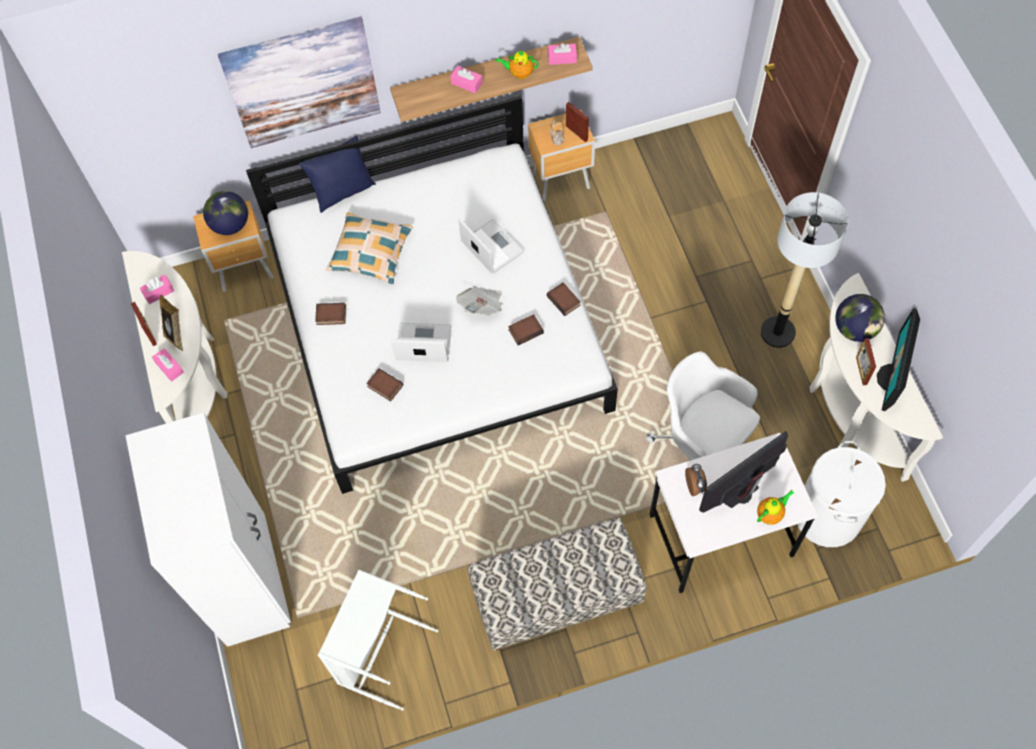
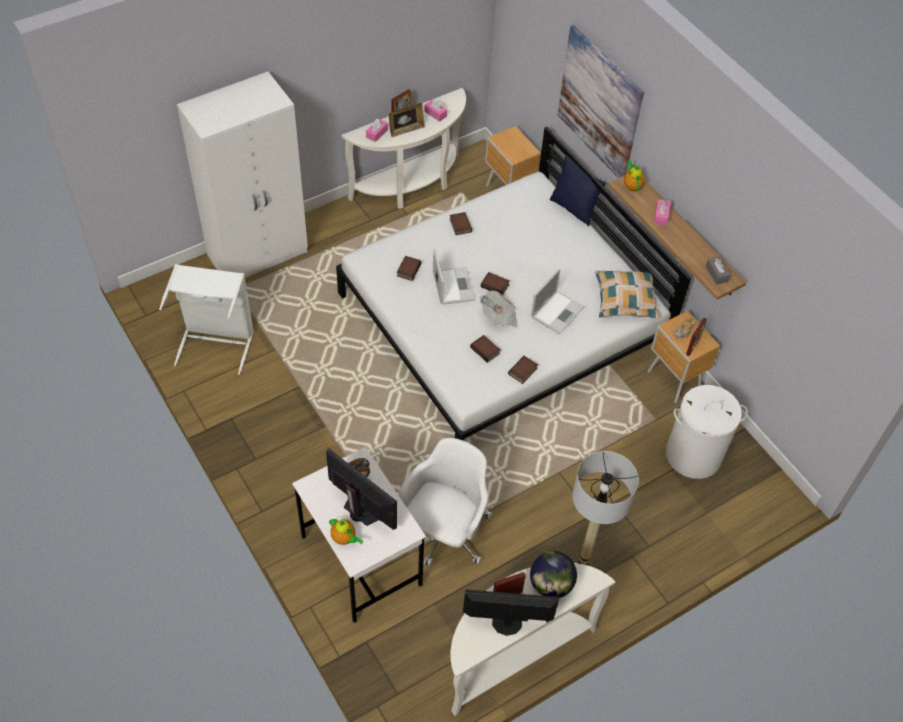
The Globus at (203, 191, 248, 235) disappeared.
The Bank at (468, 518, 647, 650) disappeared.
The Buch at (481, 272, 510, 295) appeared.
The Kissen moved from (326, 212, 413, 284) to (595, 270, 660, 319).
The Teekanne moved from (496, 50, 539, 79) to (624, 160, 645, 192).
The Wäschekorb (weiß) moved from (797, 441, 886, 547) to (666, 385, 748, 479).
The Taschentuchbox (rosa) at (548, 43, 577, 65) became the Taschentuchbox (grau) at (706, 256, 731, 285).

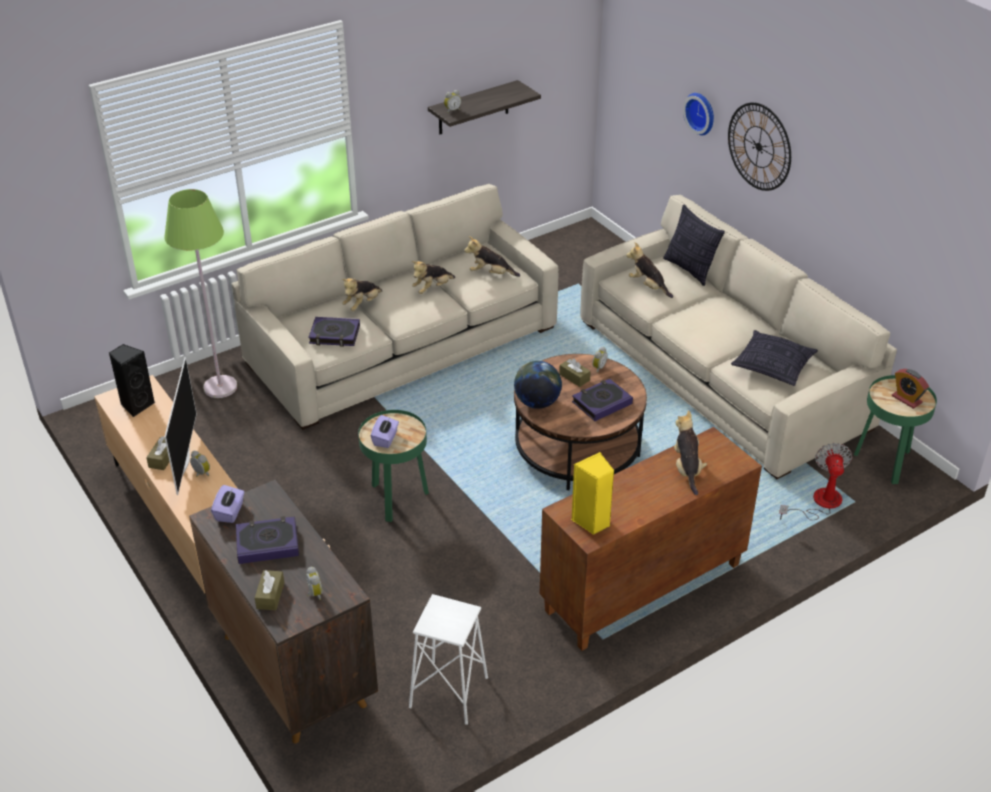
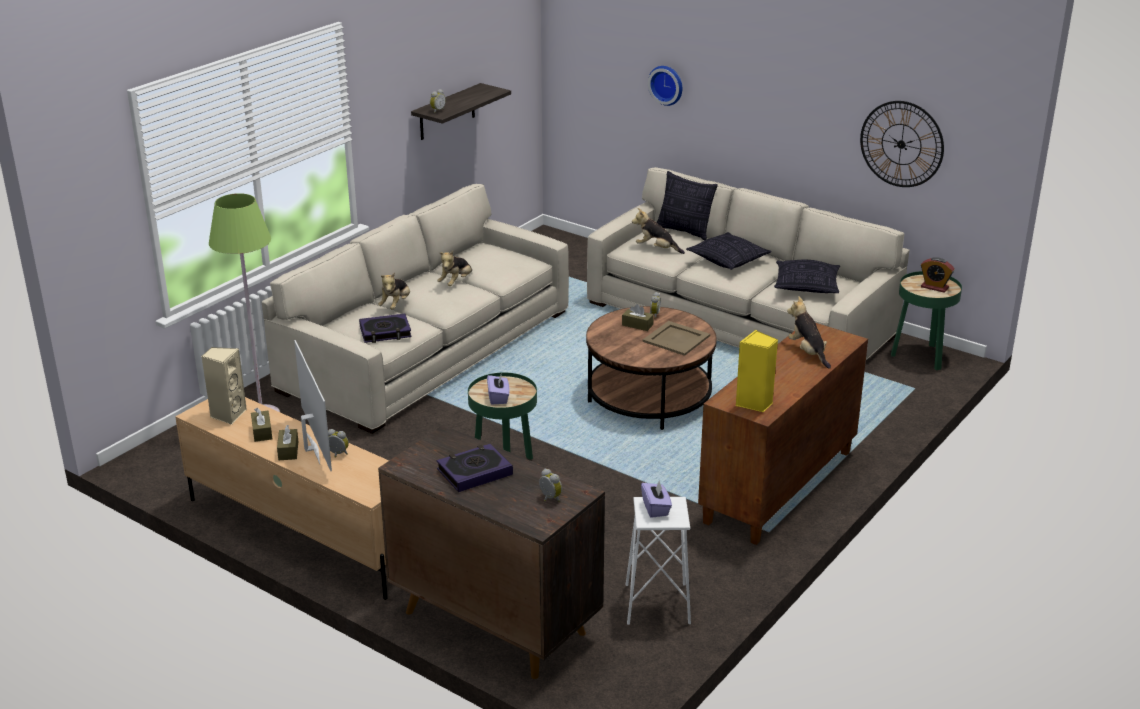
The Plüschtier at (464, 236, 520, 277) disappeared.
The Globus at (514, 361, 562, 409) disappeared.
The Ventilator at (779, 443, 852, 520) disappeared.
The Kissen at (686, 232, 772, 270) appeared.
The Taschentuchbox (lila) moved from (211, 485, 244, 523) to (641, 480, 672, 518).
The Taschentuchbox (braun) moved from (255, 570, 284, 610) to (251, 408, 272, 442).
The Wanduhr moved from (728, 102, 791, 191) to (860, 101, 944, 187).
The Buch at (572, 379, 633, 421) was replaced by the Tablett (beige) at (643, 321, 710, 356).
The Lautsprecher (schwarz) at (109, 344, 155, 417) became the Lautsprecher (beige) at (202, 347, 247, 425).

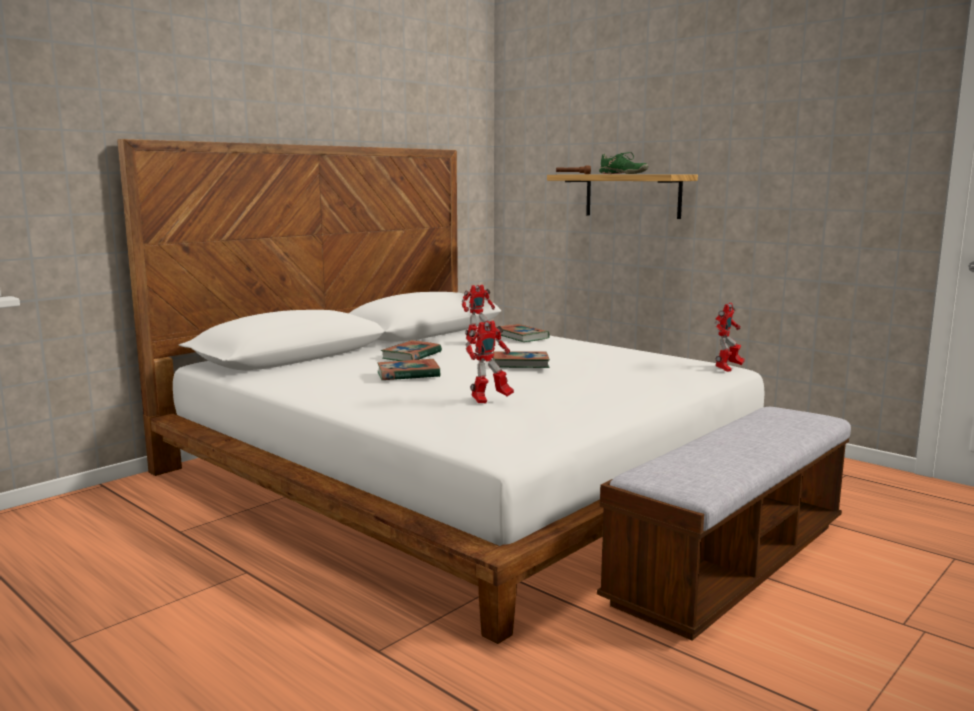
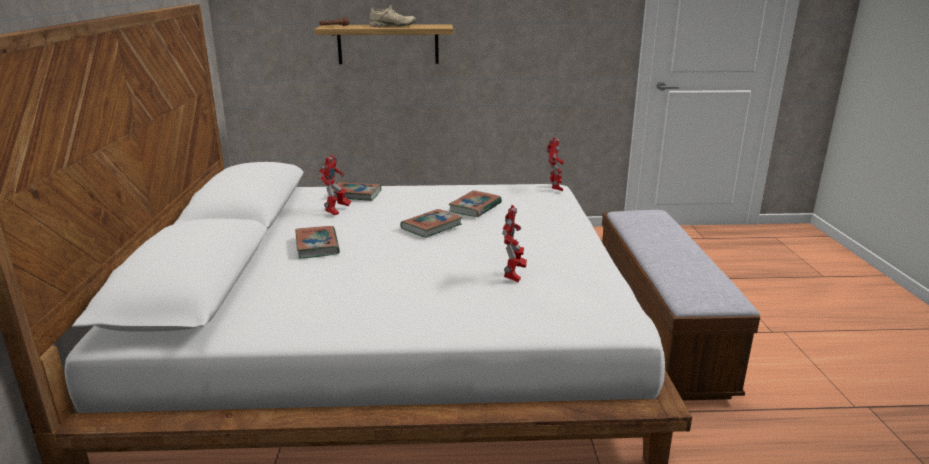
The Buch moved from (377, 359, 440, 380) to (449, 190, 502, 217).
The Schuh (grün) at (599, 152, 648, 174) became the Schuh (beige) at (369, 5, 416, 27).

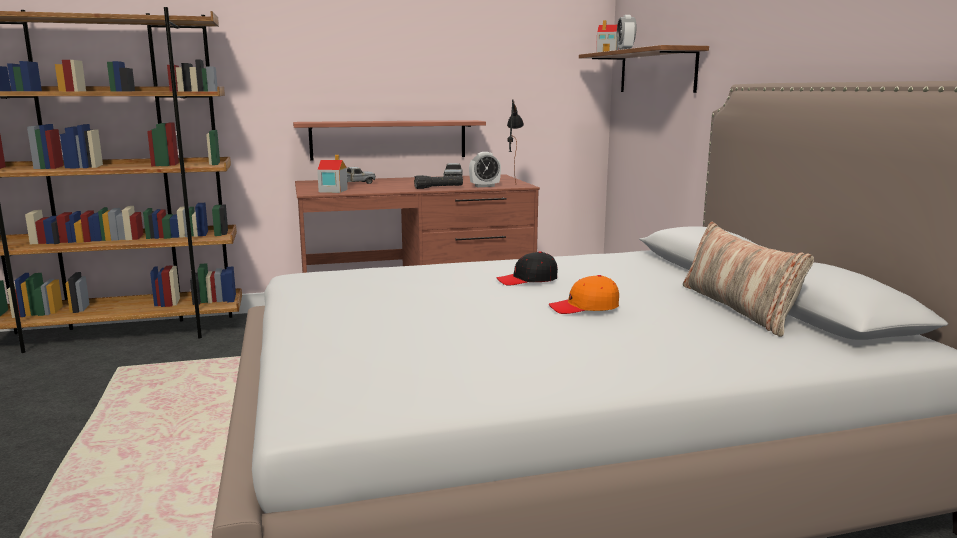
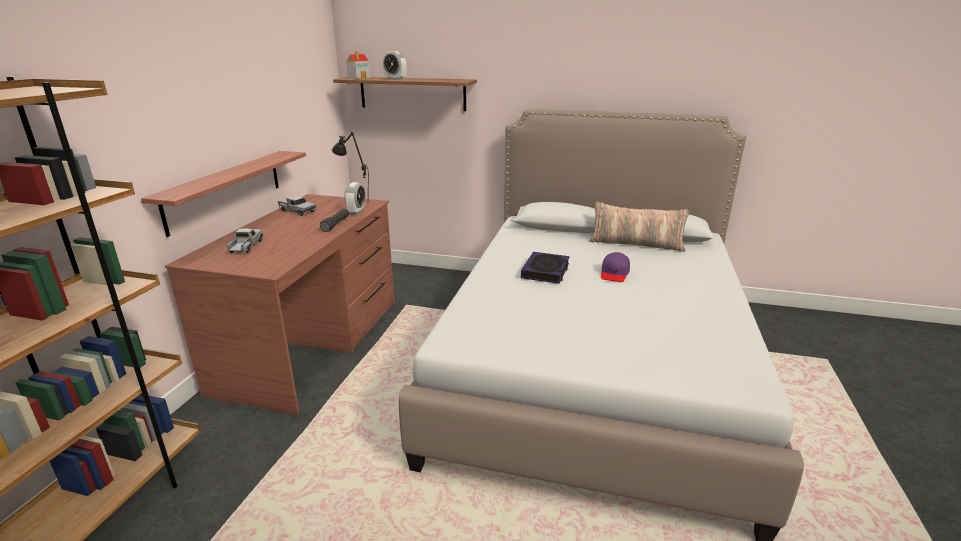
The Spielzeughaus at (317, 155, 348, 193) disappeared.
The Kappe (schwarz) at (497, 251, 558, 285) was replaced by the Buch at (521, 252, 569, 284).
The Kappe (orange) at (549, 275, 619, 314) became the Kappe (lila) at (601, 252, 630, 282).

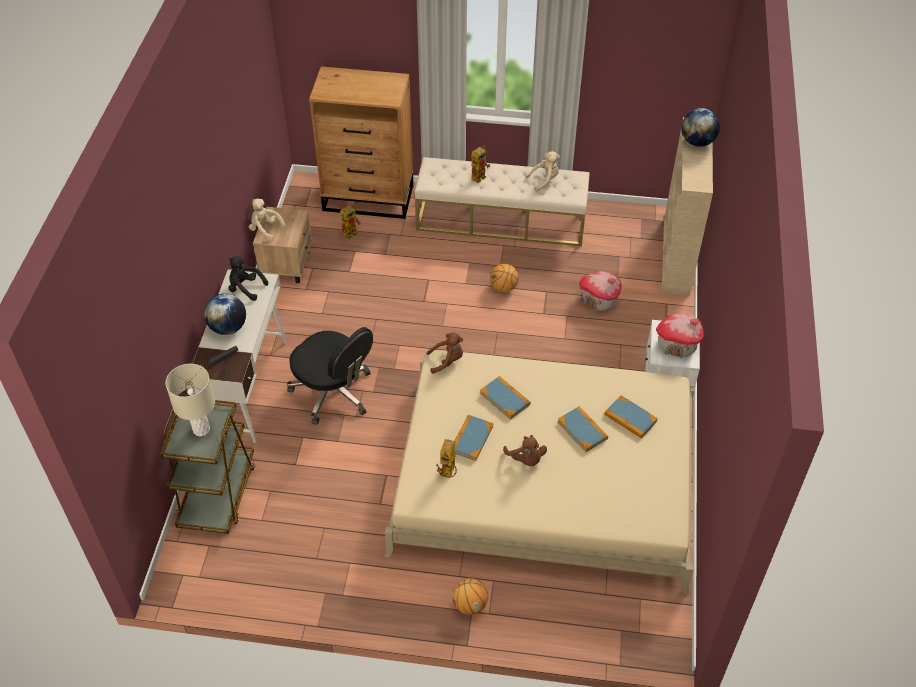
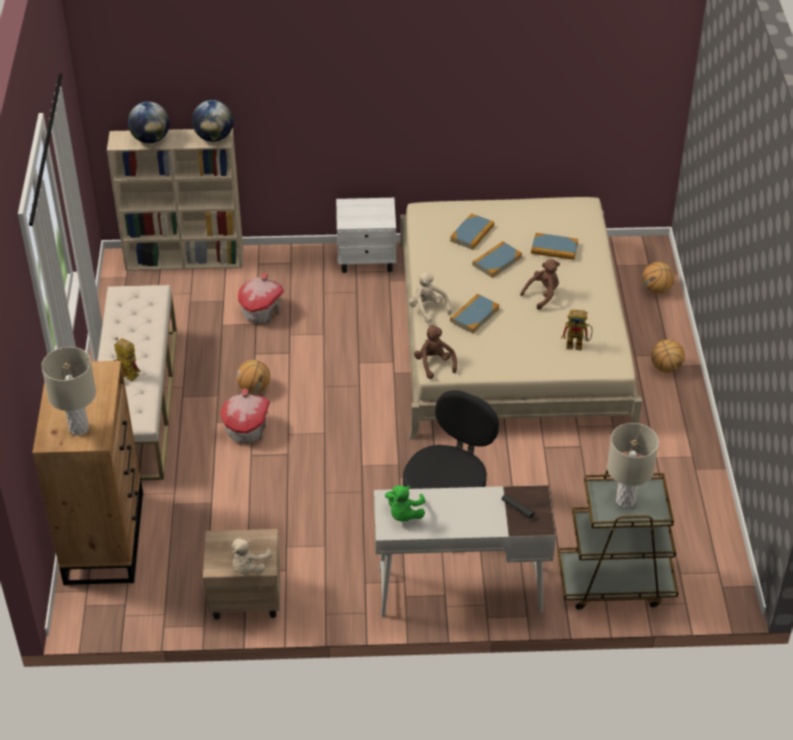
The Spielzeugroboter at (340, 204, 361, 239) disappeared.
The Tischlampe (beige) at (41, 347, 96, 436) appeared.
The Basketball at (642, 262, 674, 294) appeared.
The Globus moved from (204, 294, 246, 335) to (192, 100, 233, 142).
The Buch moved from (455, 415, 494, 461) to (531, 233, 579, 260).
The Plüschtier (beige) moved from (526, 151, 560, 191) to (409, 272, 451, 324).
The Spielzeughaus moved from (656, 313, 703, 358) to (220, 388, 270, 444).
The Plüschtier (schwarz) at (228, 256, 268, 301) became the Plüschtier (grün) at (385, 485, 425, 521).

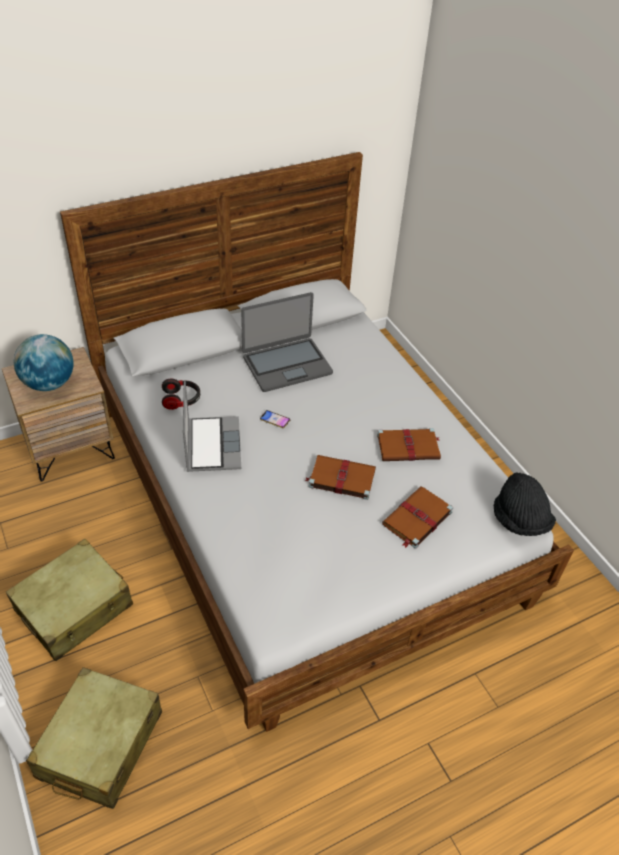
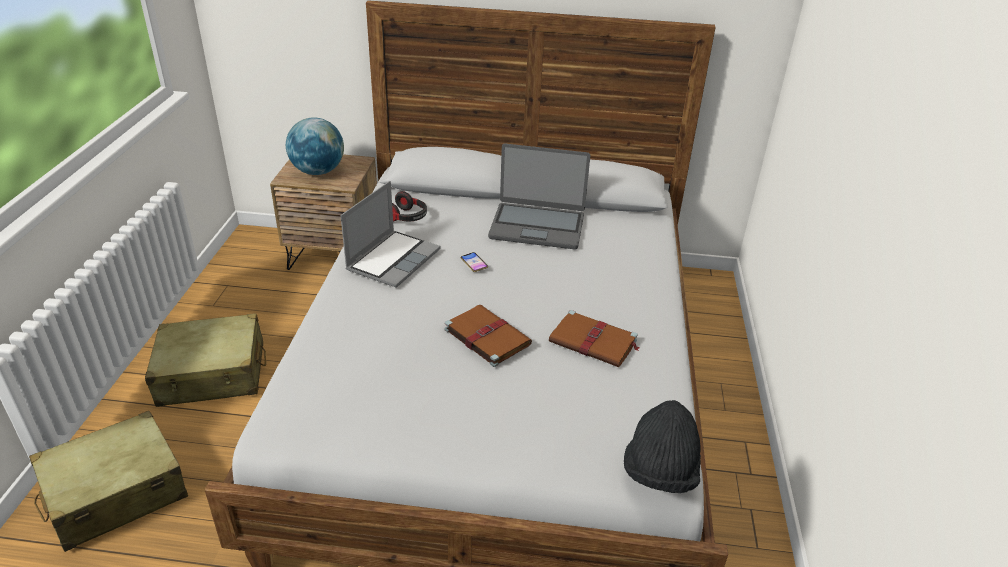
The Buch (braun) at (382, 487, 453, 548) disappeared.

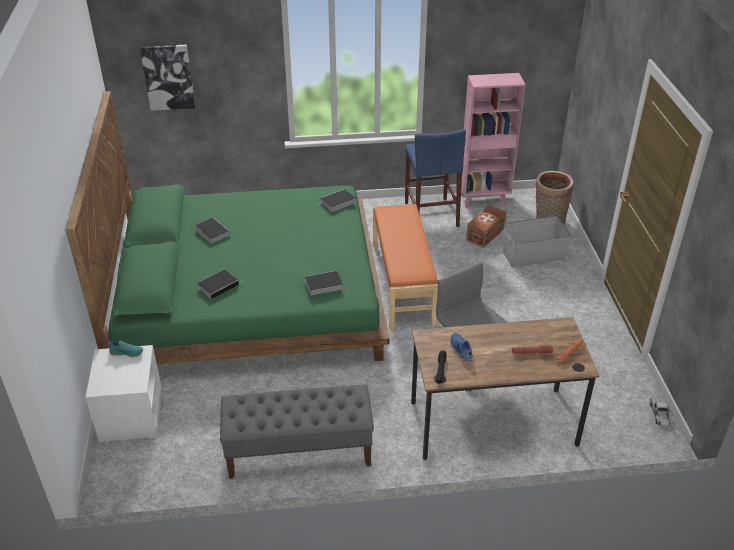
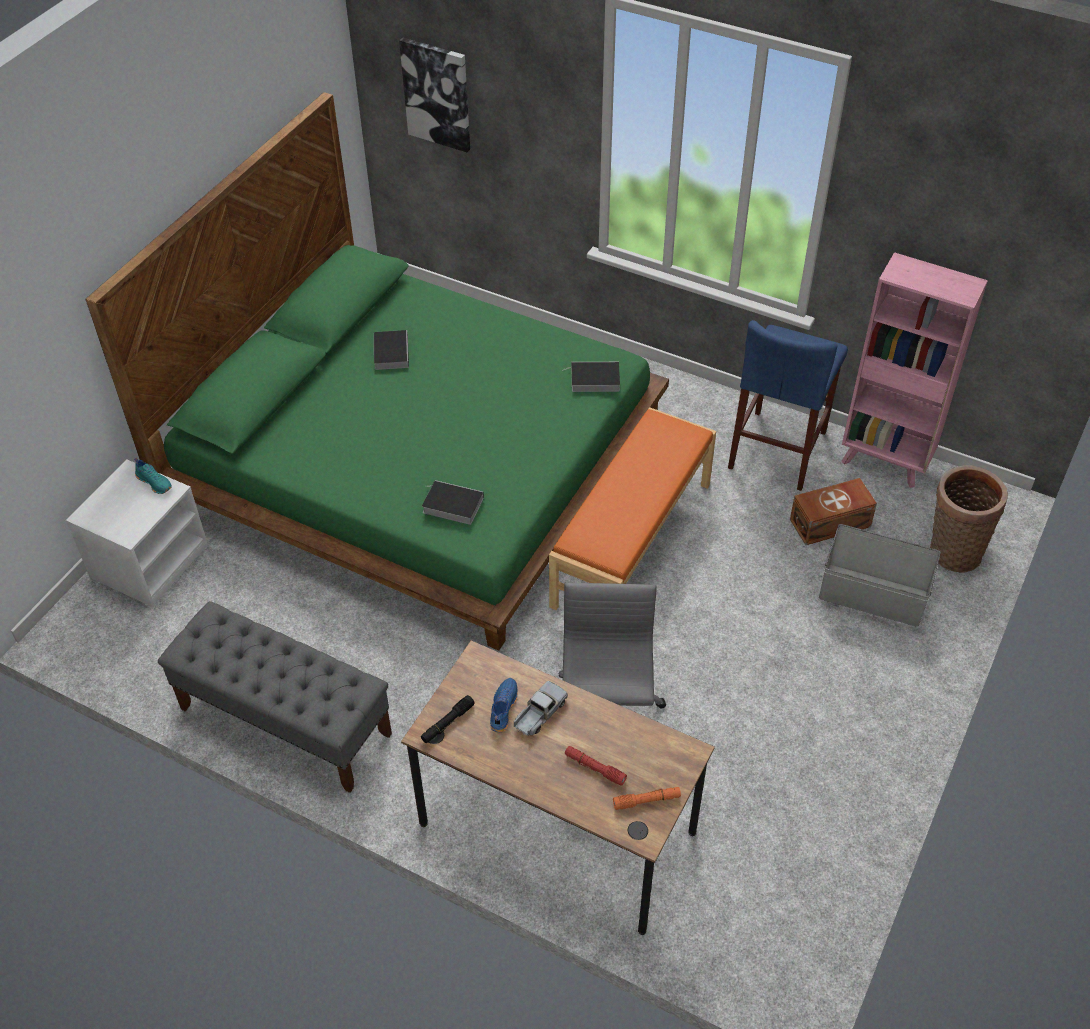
The Buch at (198, 269, 243, 299) disappeared.
The Spielzeuglaster moved from (650, 397, 672, 426) to (514, 681, 568, 736).

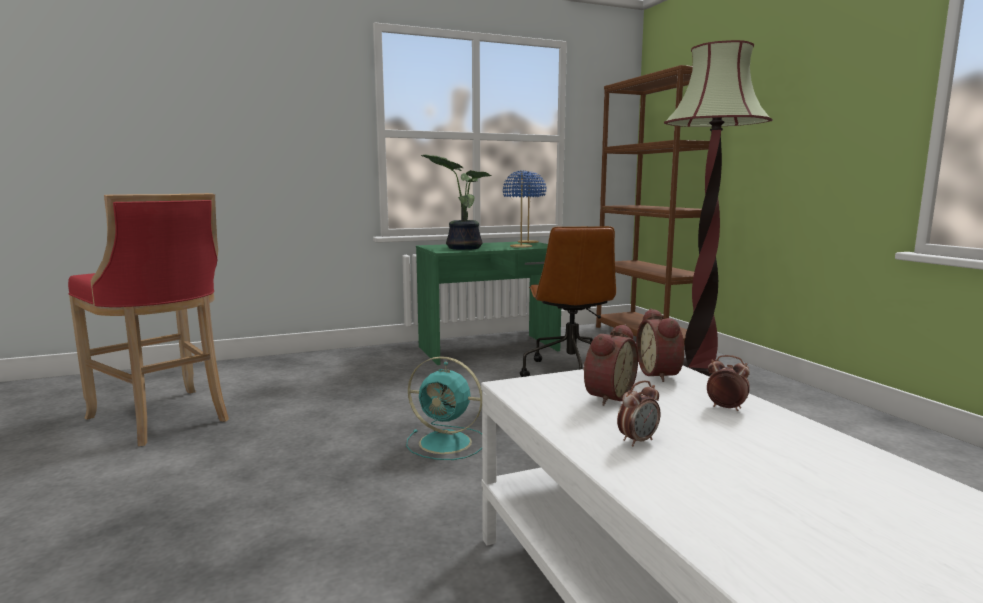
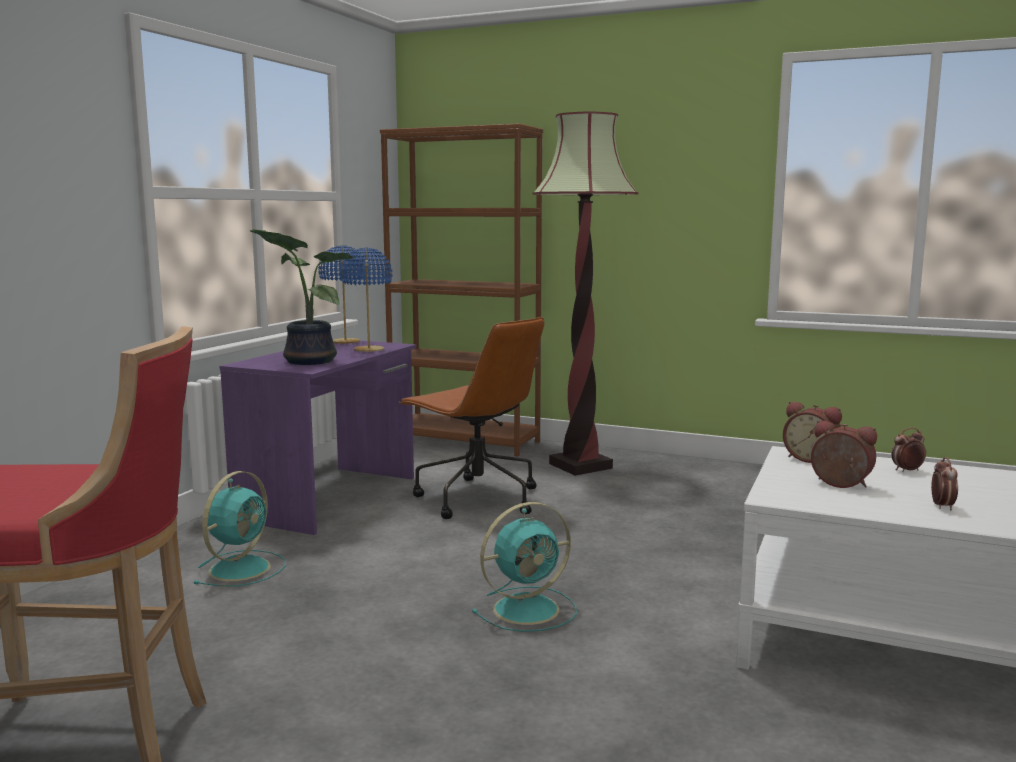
The Ventilator (türkis) at (193, 471, 286, 587) appeared.
The Schreibtisch (grün) at (416, 242, 561, 365) became the Schreibtisch (lila) at (220, 341, 416, 535).
The Wecker at (583, 324, 638, 406) turned 45 degrees counterclockwise.

